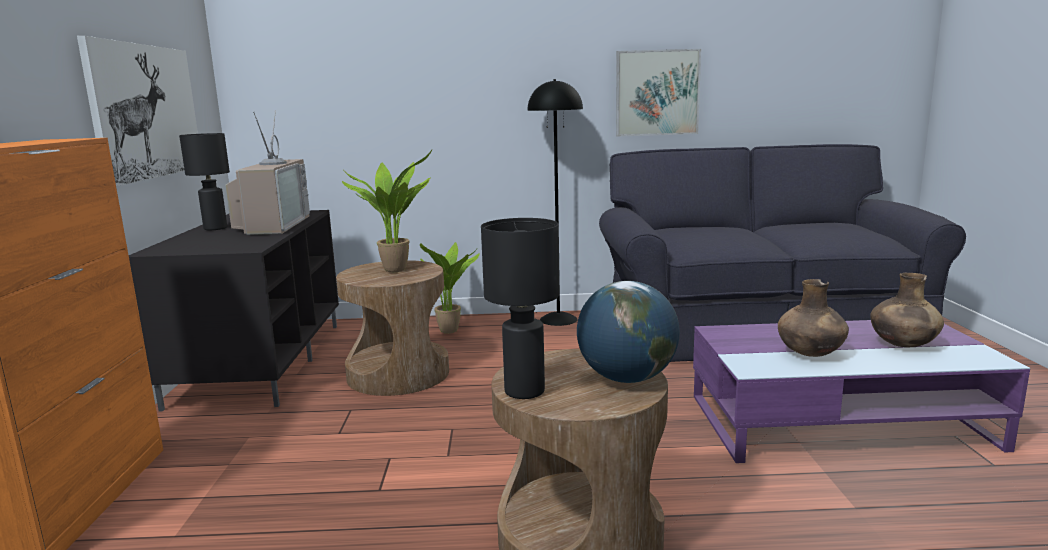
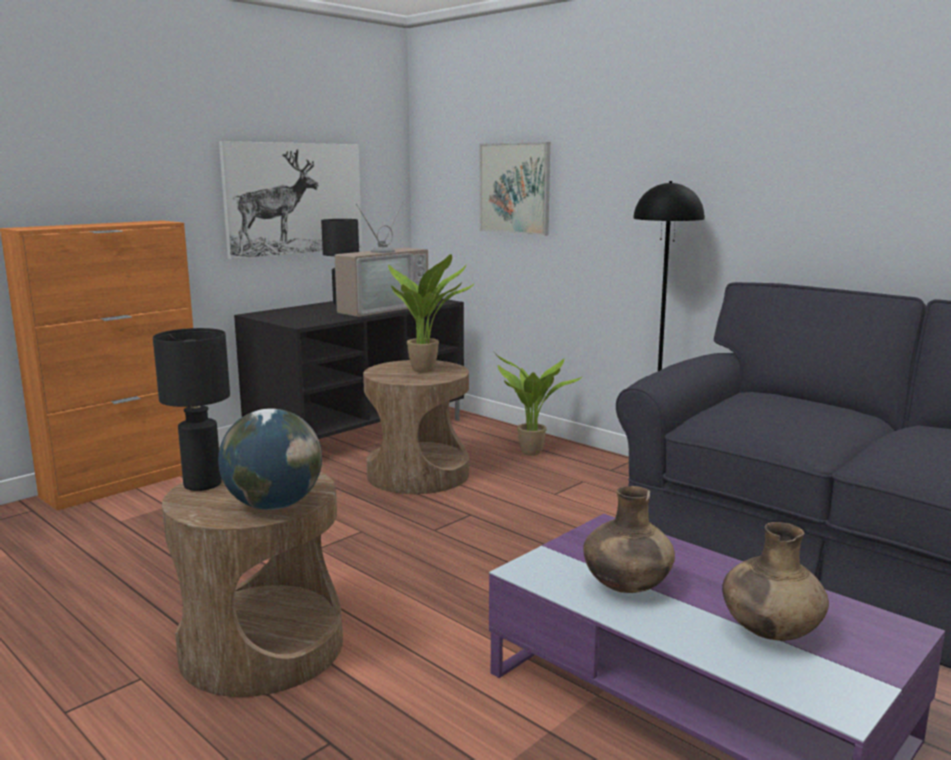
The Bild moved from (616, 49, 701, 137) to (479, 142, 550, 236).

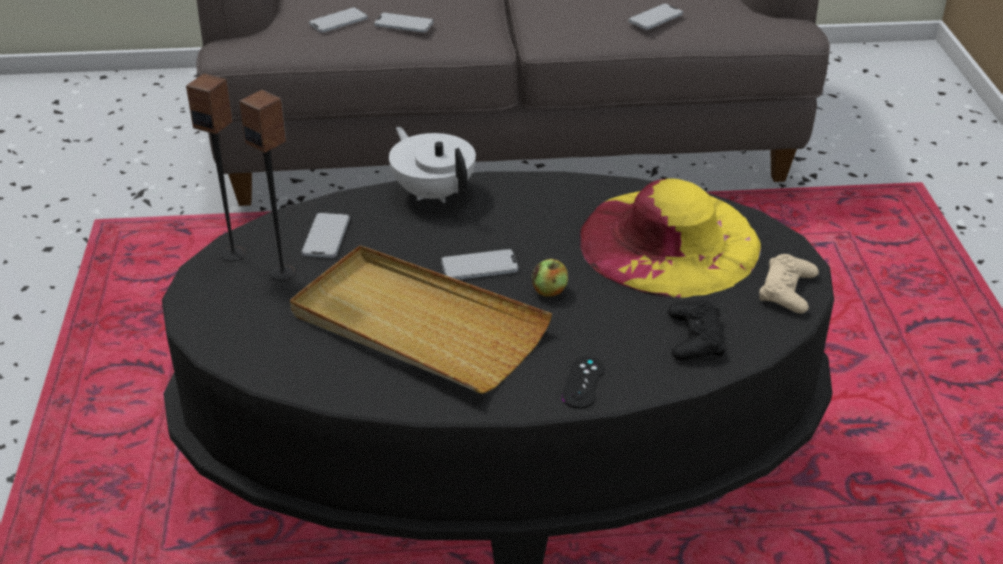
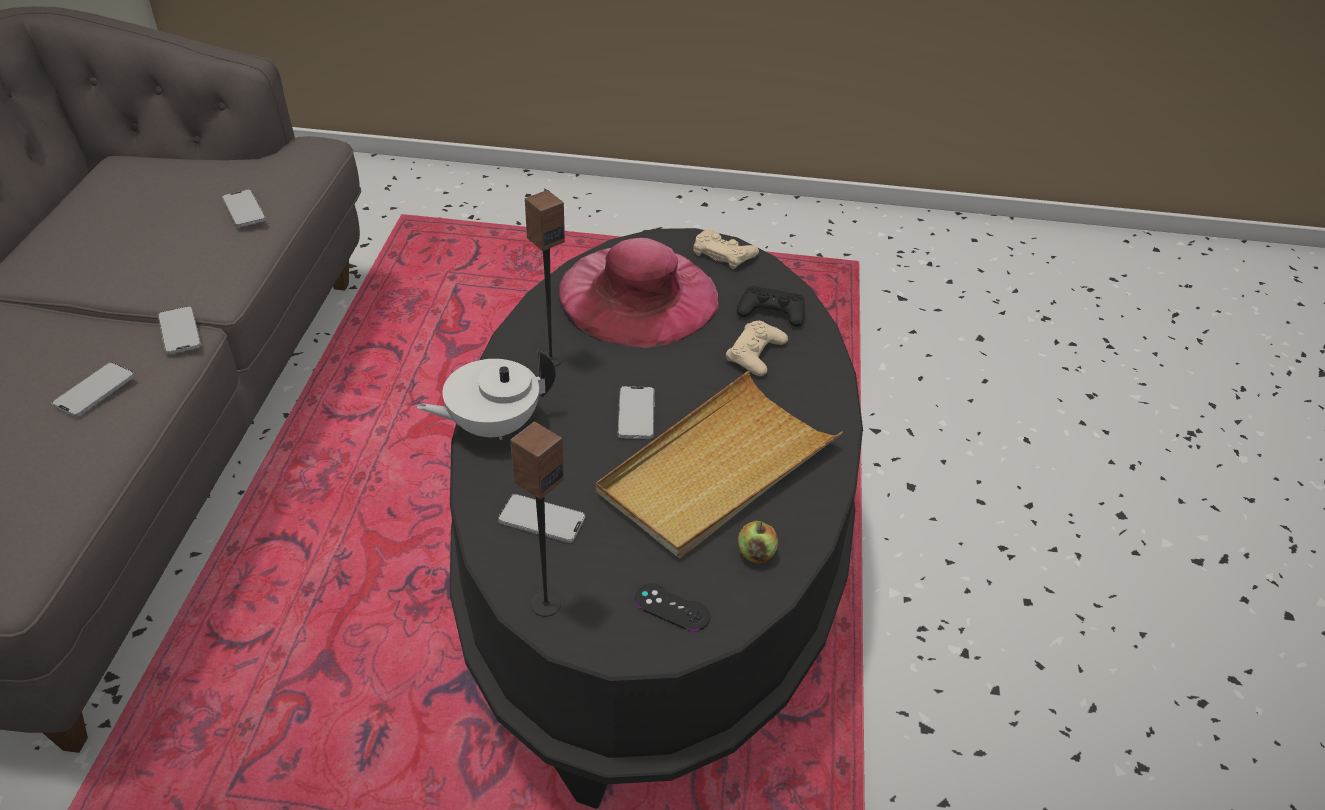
The Gamepad (beige) at (726, 321, 788, 376) appeared.
The Lautsprecher moved from (239, 90, 296, 281) to (525, 190, 565, 367).
The Handy moved from (309, 7, 368, 33) to (158, 306, 201, 354).
The Apfel moved from (531, 259, 568, 297) to (738, 521, 778, 563).
The Gamepad (schwarz) moved from (562, 356, 605, 409) to (635, 583, 710, 631).
The Hut (gelb) at (579, 178, 761, 298) became the Hut (rosa) at (558, 238, 719, 347).

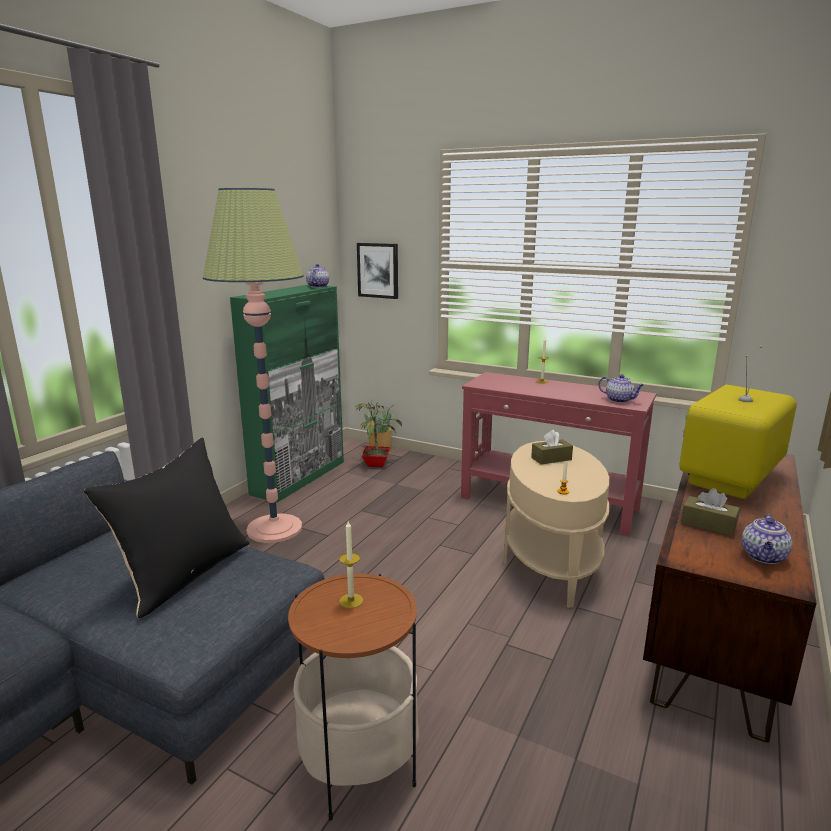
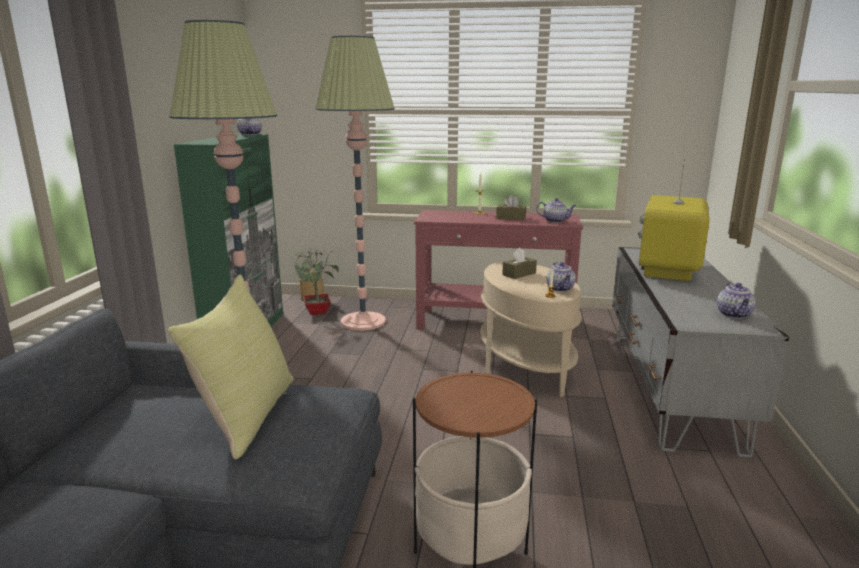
The Kerze at (339, 521, 363, 609) disappeared.
The Bild at (357, 243, 398, 299) disappeared.
The Stehlampe at (315, 36, 395, 331) appeared.
The Teekanne at (546, 262, 576, 292) appeared.
The Taschentuchbox (braun) moved from (681, 488, 740, 536) to (496, 195, 526, 220).
The Kissen (schwarz) at (83, 438, 249, 618) became the Kissen (gelb) at (168, 274, 294, 459).
The Fernsehschrank (braun) at (643, 454, 816, 742) became the Fernsehschrank (grau) at (612, 247, 789, 458).

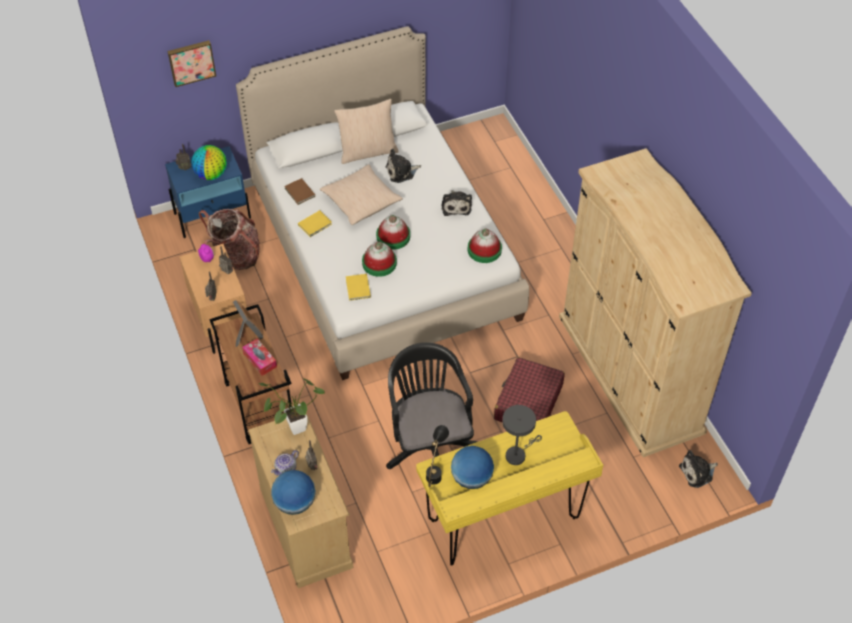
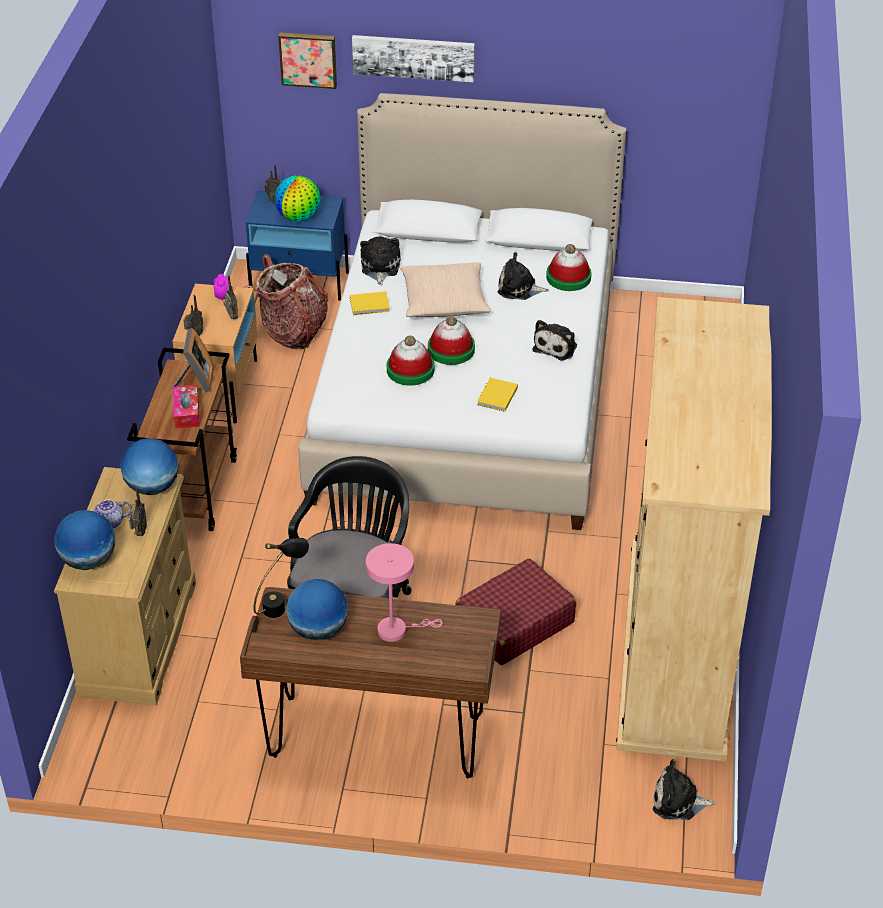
The Kissen (beige) at (334, 99, 399, 164) disappeared.
The Bild at (352, 35, 475, 82) appeared.
The Buch (gelb) moved from (346, 274, 371, 300) to (477, 378, 518, 412).
The Hut moved from (468, 228, 502, 263) to (546, 244, 592, 291).
The Topfpflanze at (259, 379, 325, 435) was replaced by the Globus at (120, 438, 179, 495).
The Buch (braun) at (284, 178, 315, 205) was replaced by the Plüschtier at (360, 236, 401, 285).
The Schreibtisch (gelb) at (416, 411, 603, 566) became the Schreibtisch (braun) at (240, 587, 500, 779).
The Tischlampe (grau) at (502, 405, 542, 465) became the Tischlampe (rosa) at (366, 543, 443, 642).

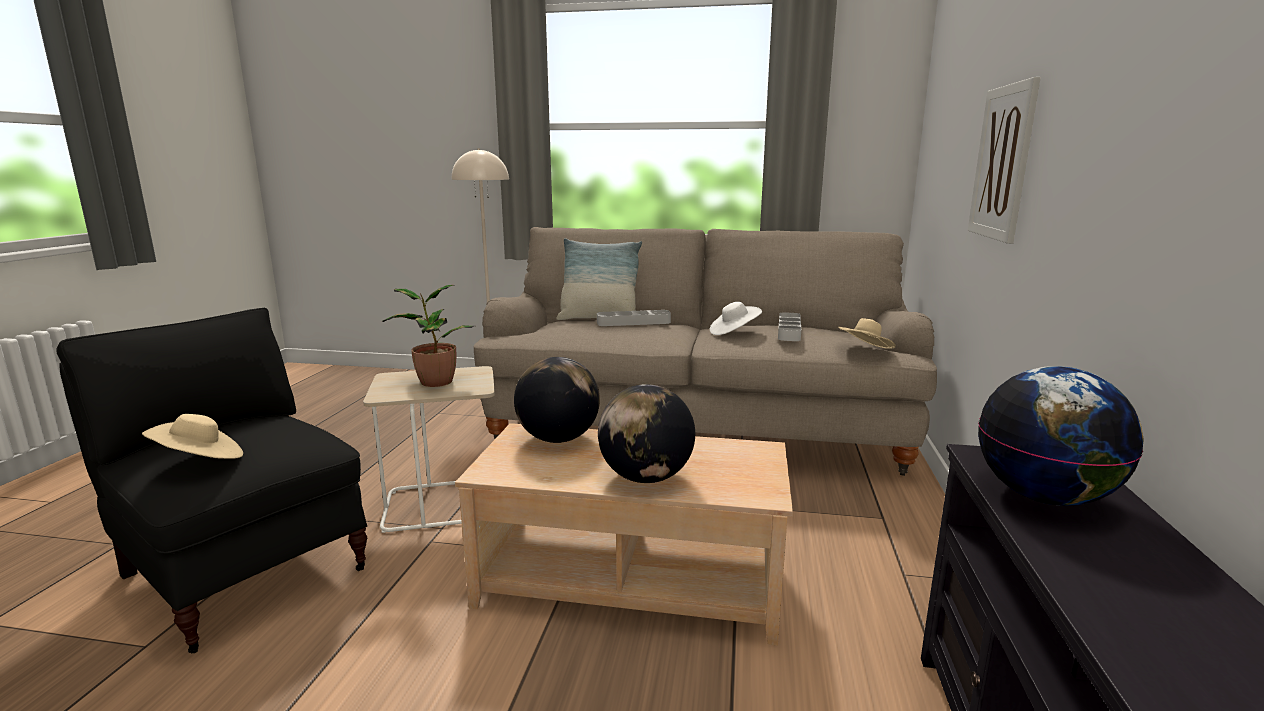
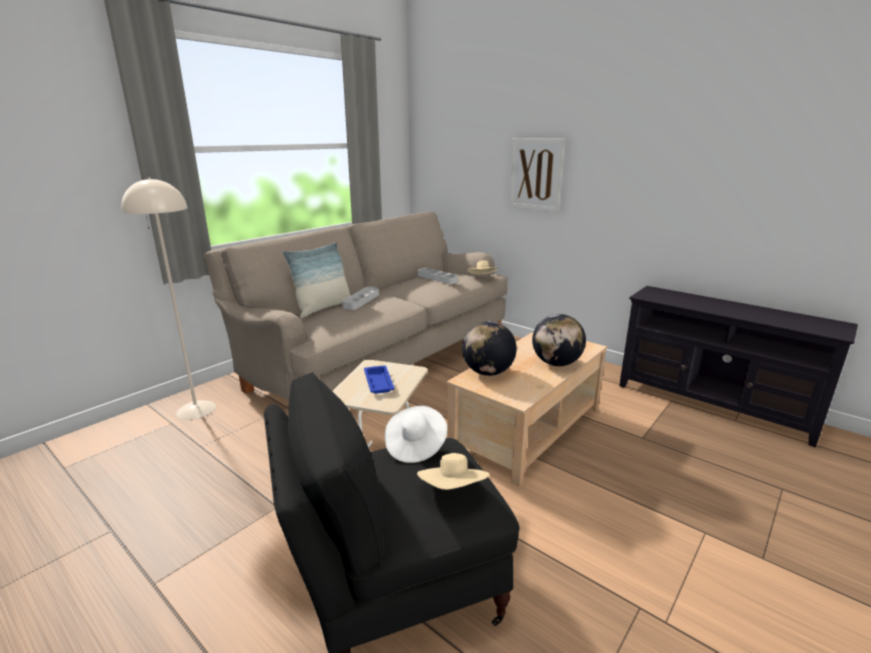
The Globus at (978, 366, 1144, 506) disappeared.
The Hut (weiß) moved from (710, 302, 762, 335) to (385, 406, 447, 463).
The Topfpflanze at (383, 285, 474, 387) was replaced by the Tablett (blau) at (364, 366, 395, 394).

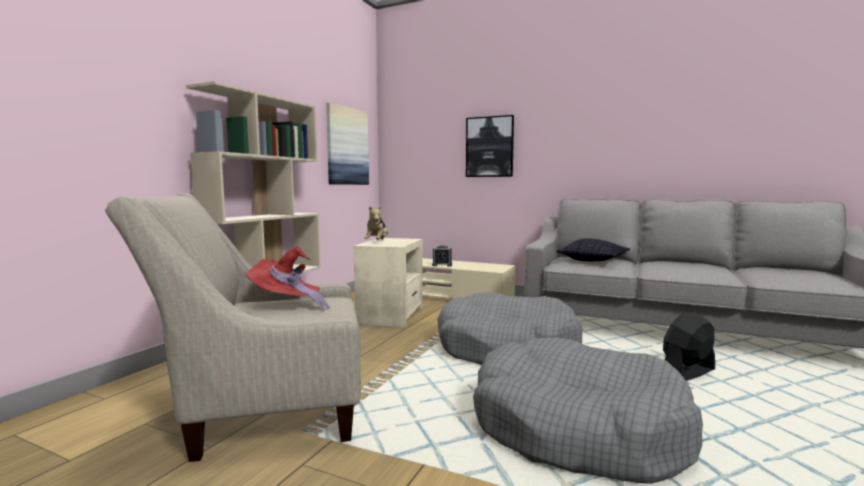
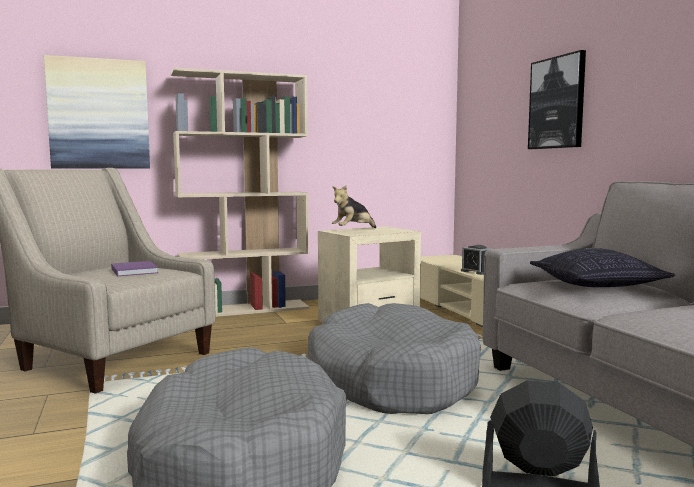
The Bild moved from (326, 102, 369, 185) to (44, 55, 150, 169).
The Hut (rot) at (246, 246, 330, 311) was replaced by the Buch (lila) at (111, 261, 159, 276).

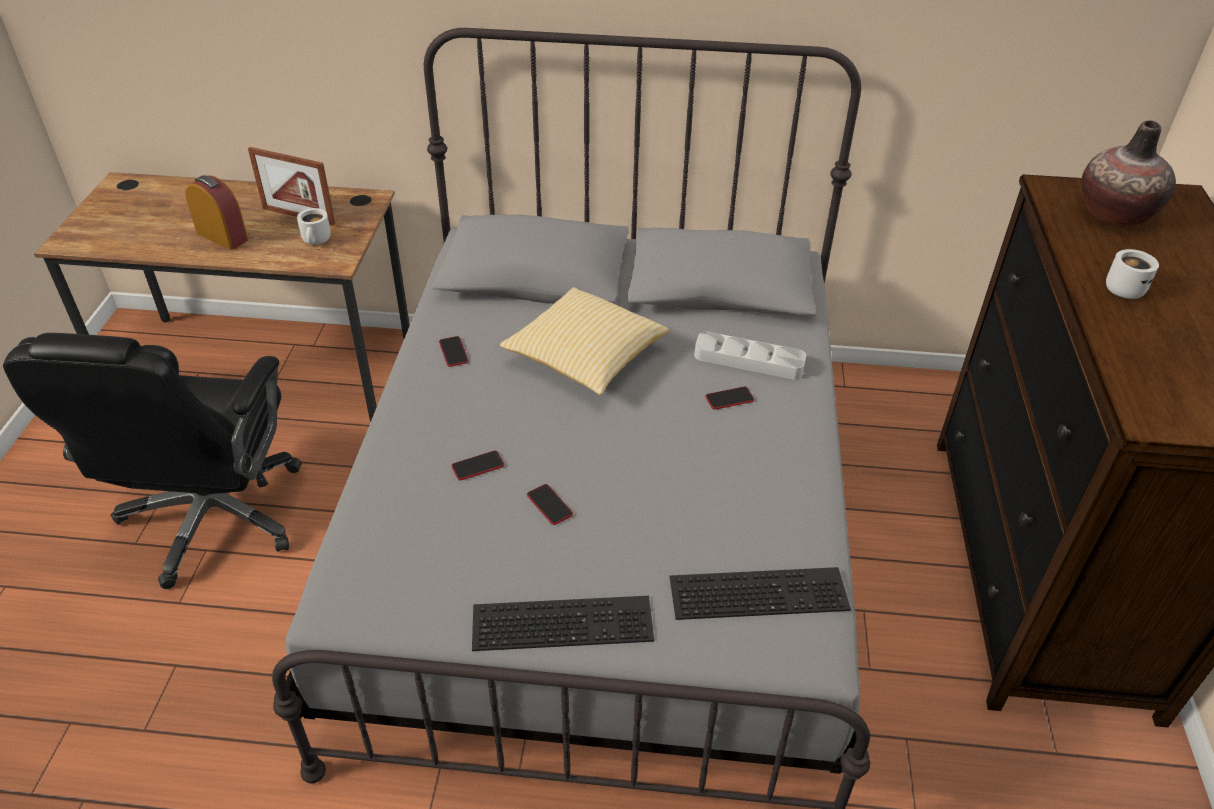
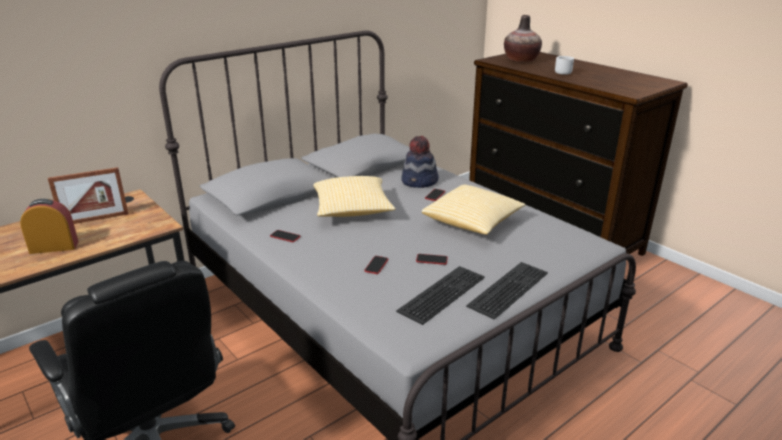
The Henkelbecher (weiß) at (297, 208, 331, 244) disappeared.
The Kissen at (422, 185, 525, 235) appeared.
The Tastatur moved from (670, 567, 851, 620) to (396, 266, 485, 325).
The Tablett (grau) at (694, 331, 806, 380) was replaced by the Hut at (401, 136, 439, 188).

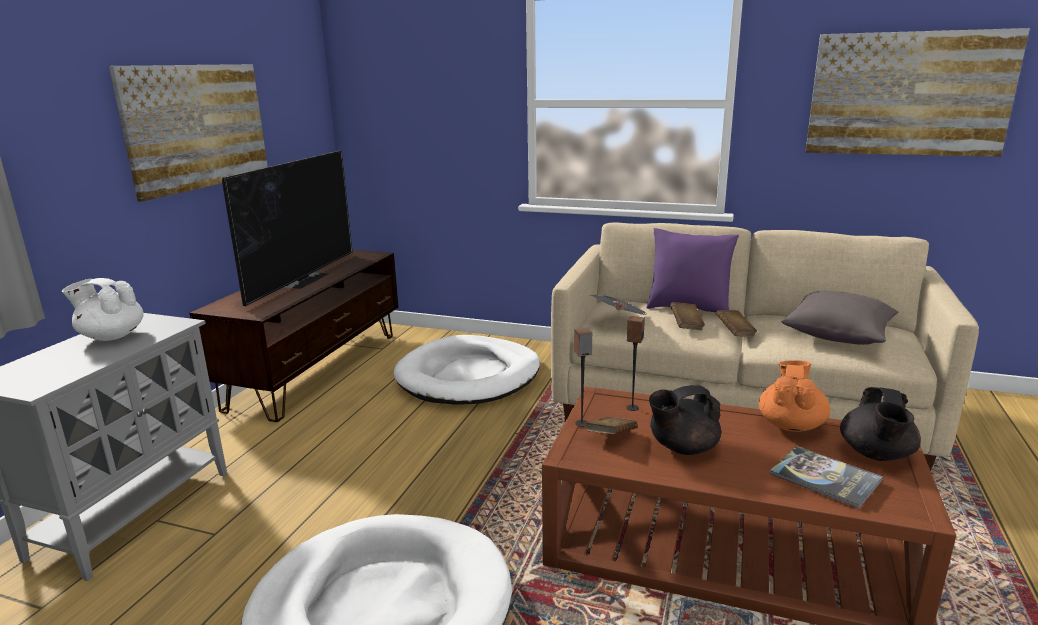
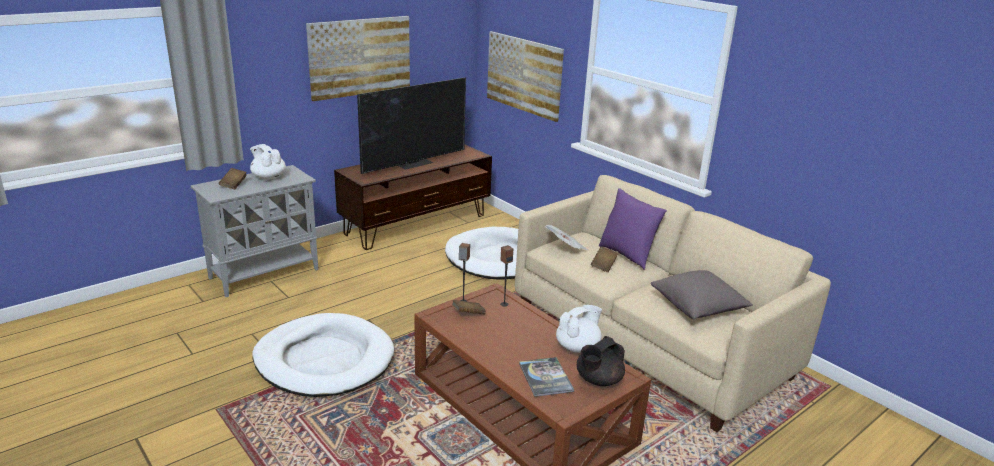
The Teekanne (schwarz) at (649, 384, 721, 455) disappeared.
The Buch (braun) moved from (716, 310, 757, 337) to (219, 168, 247, 189).
The Bild moved from (806, 28, 1030, 157) to (487, 31, 564, 122).
The Teekanne (orange) at (759, 360, 830, 432) became the Teekanne (weiß) at (556, 305, 602, 353).

